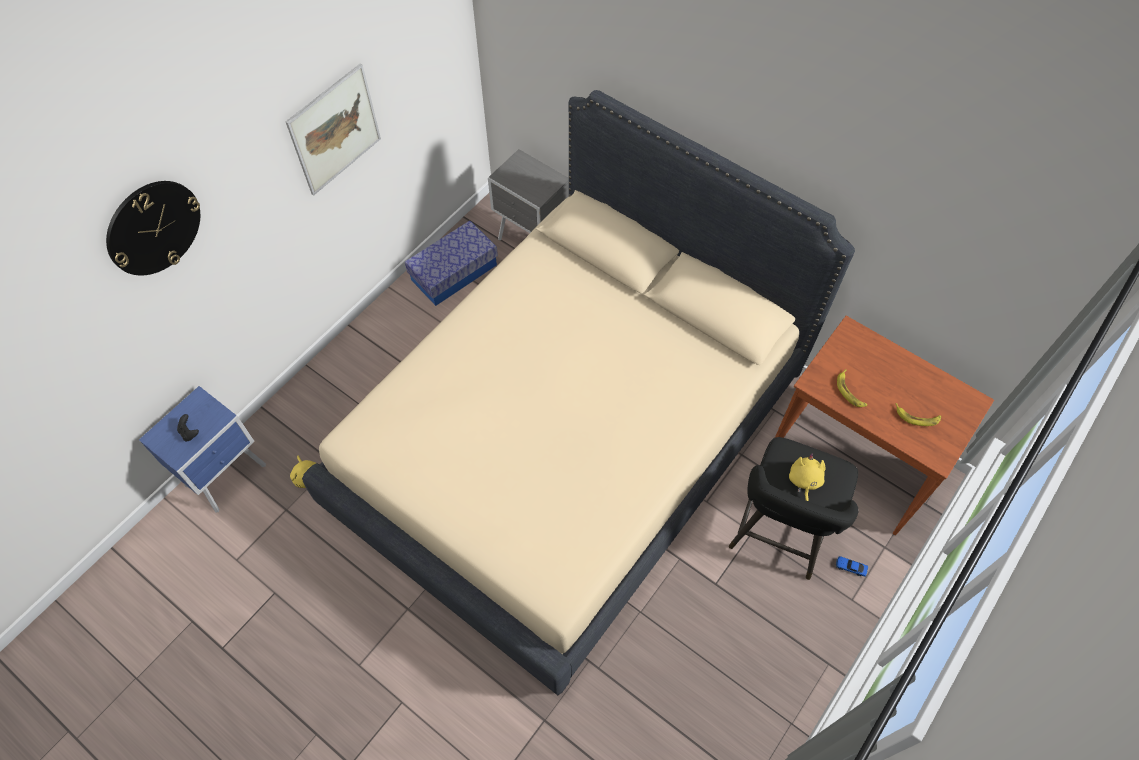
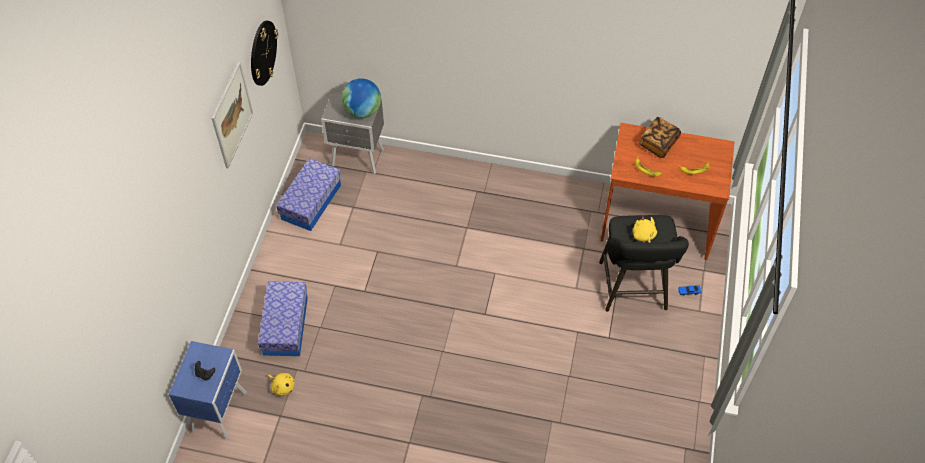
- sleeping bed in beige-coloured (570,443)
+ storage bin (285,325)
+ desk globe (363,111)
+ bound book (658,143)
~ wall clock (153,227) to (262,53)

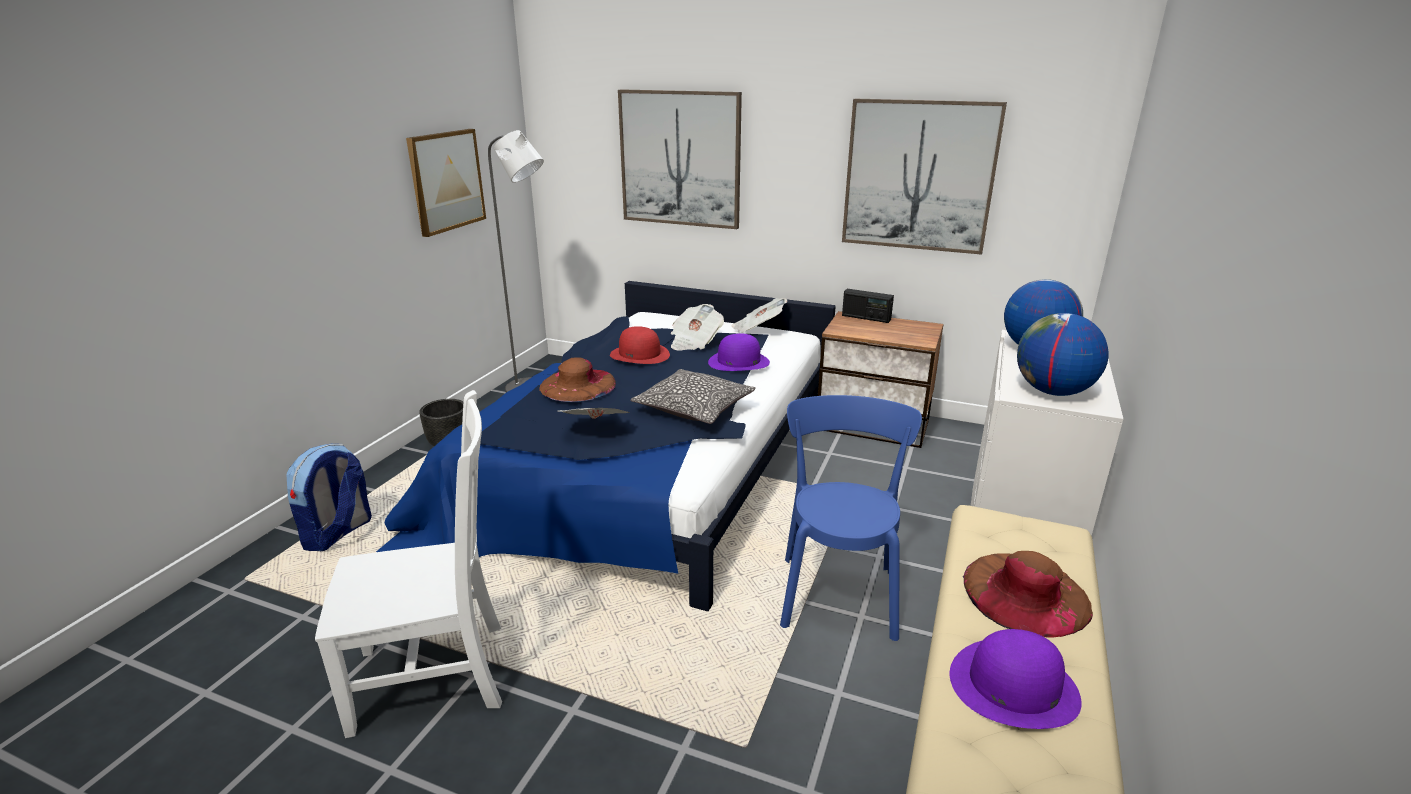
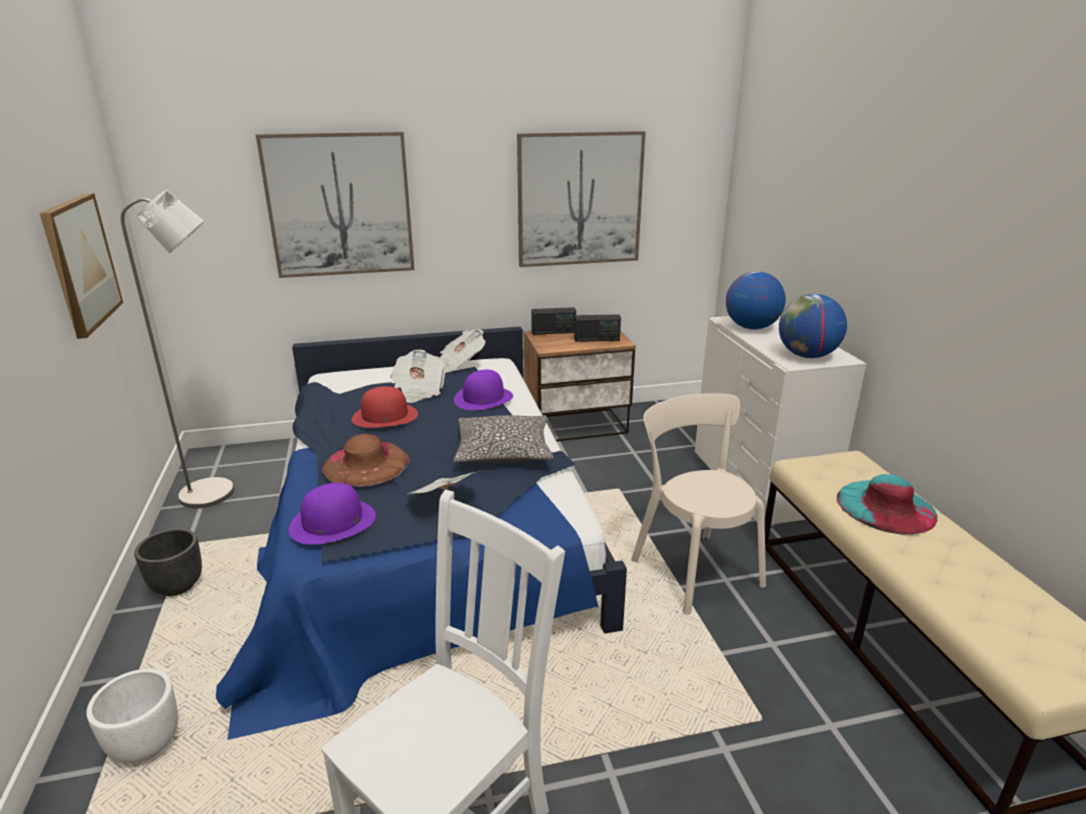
+ radio set (597,339)
~ wearable hat in purple-coloured (1013,685) to (332,522)
~ knapsack (338,534) to flower pot in whitish (146,745)
~ plain chair in blue (838,592) to plain chair in beige-coloured (692,569)
~ wearable hat in brown (1025,593) to wearable hat in turquoise (886,506)

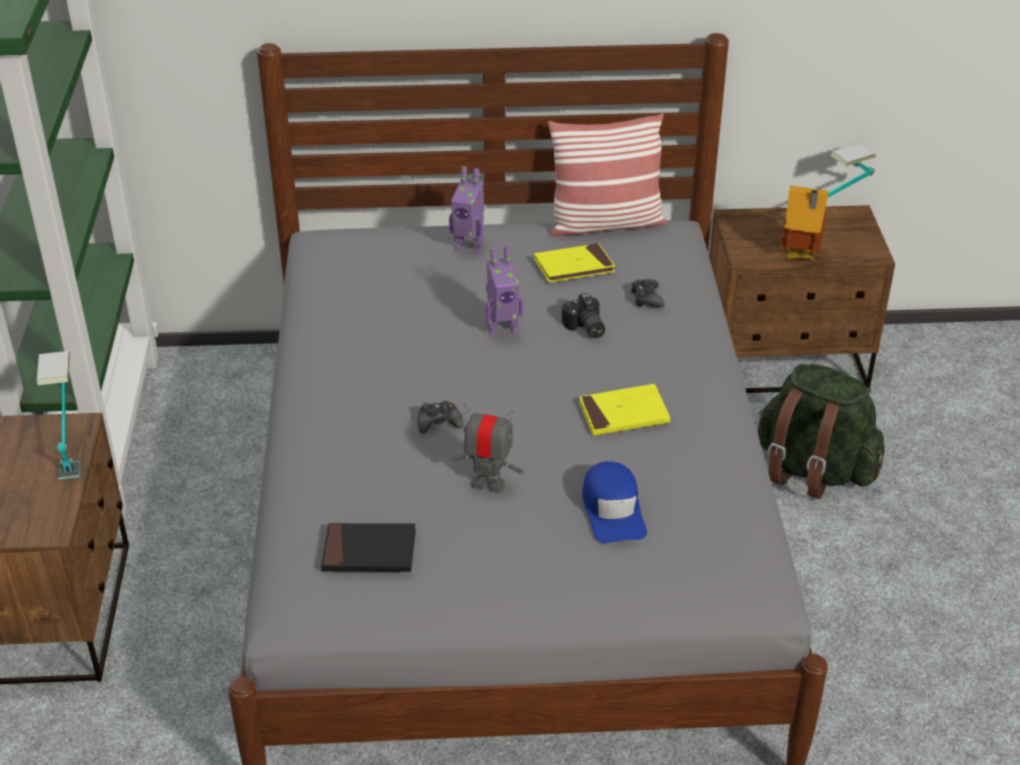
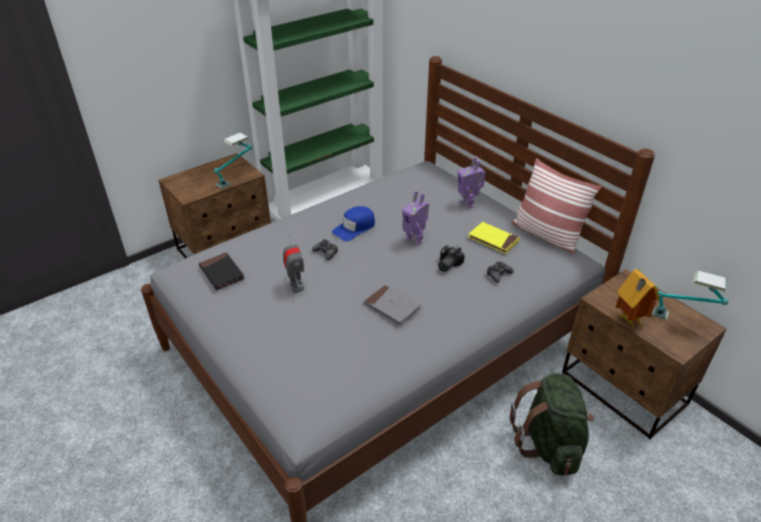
~ peaked cap in blue (613,510) to (354,228)
~ bound book in yellowish (623,414) to bound book in greyish (392,307)

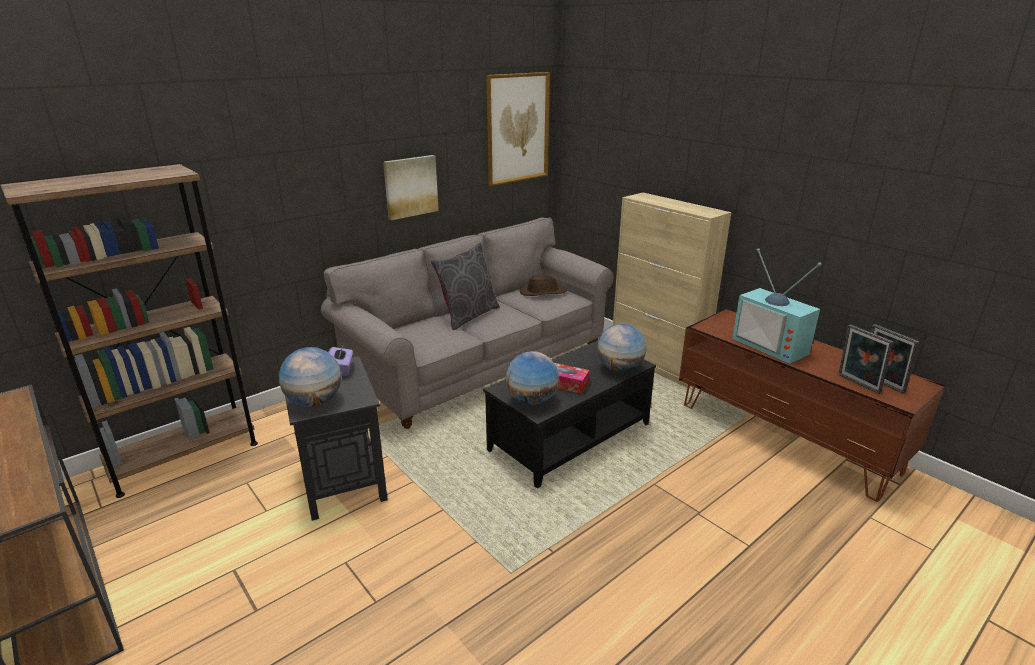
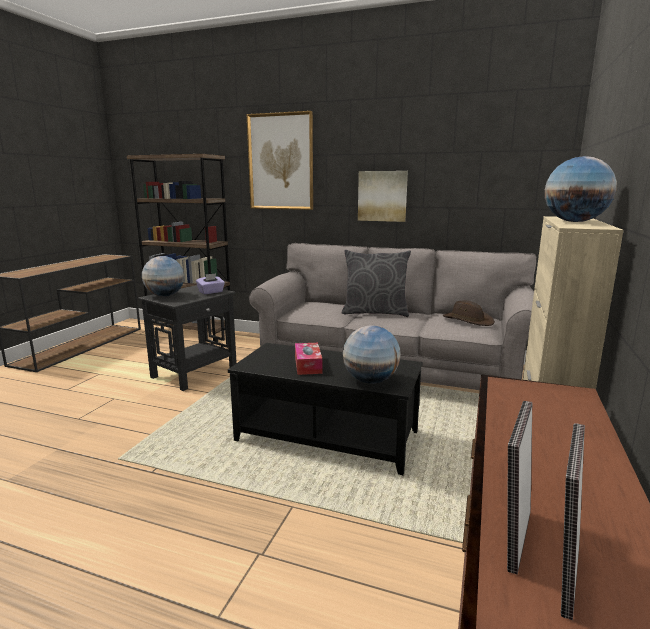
- television (773,346)
~ wall art (517,128) to (281,162)
~ desk globe (531,400) to (574,222)

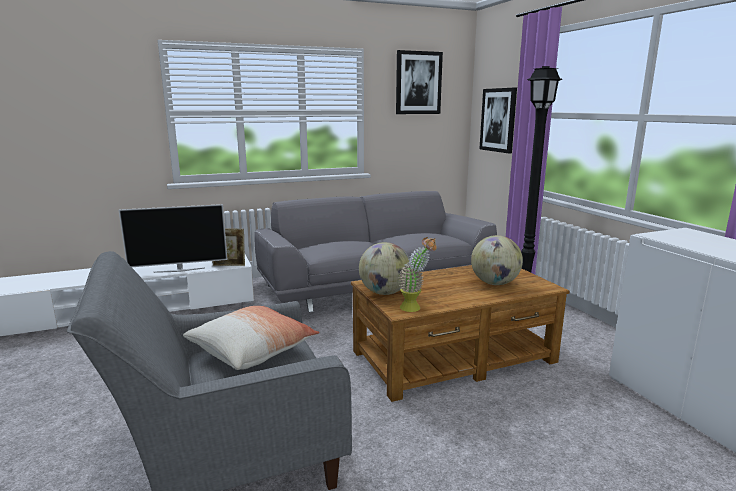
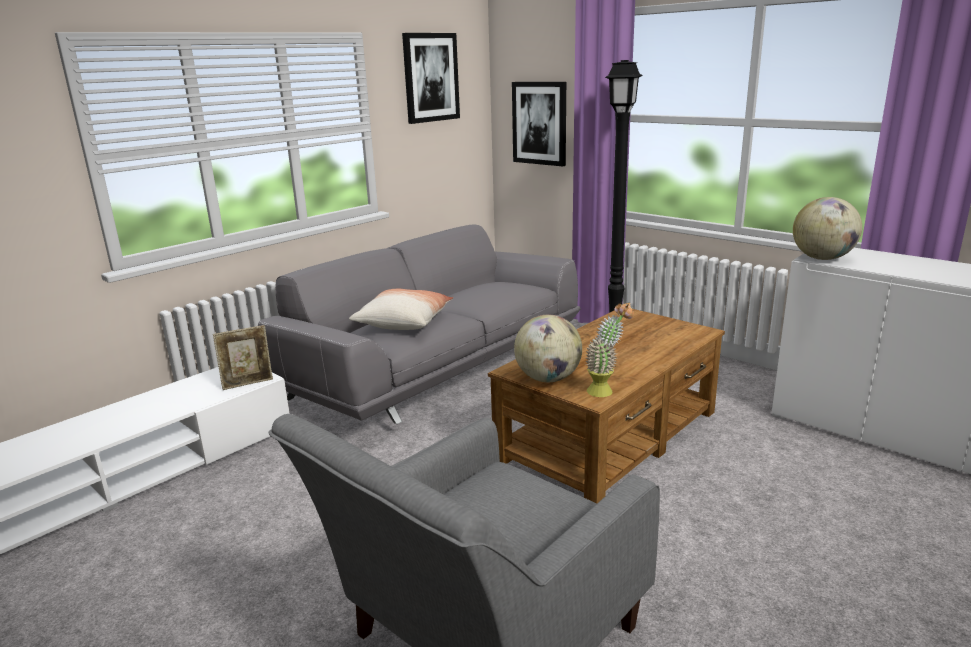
- television (179,270)
~ pillow (253,350) to (404,322)
~ desk globe (495,283) to (822,258)

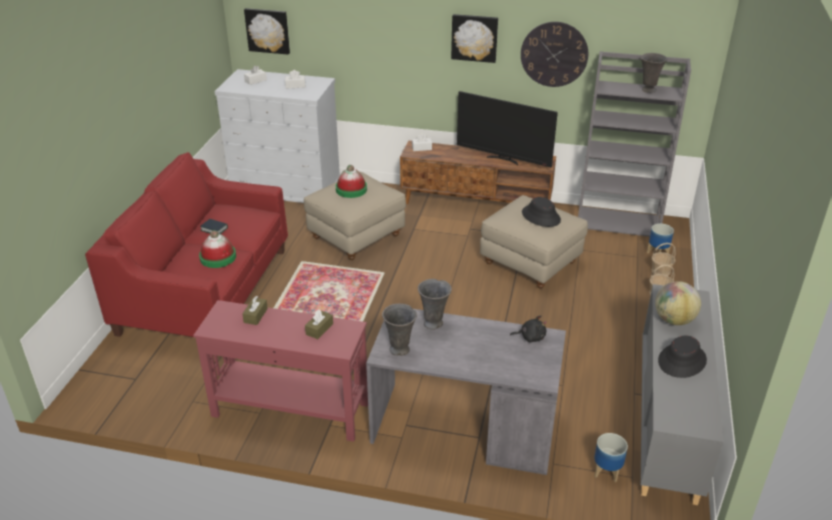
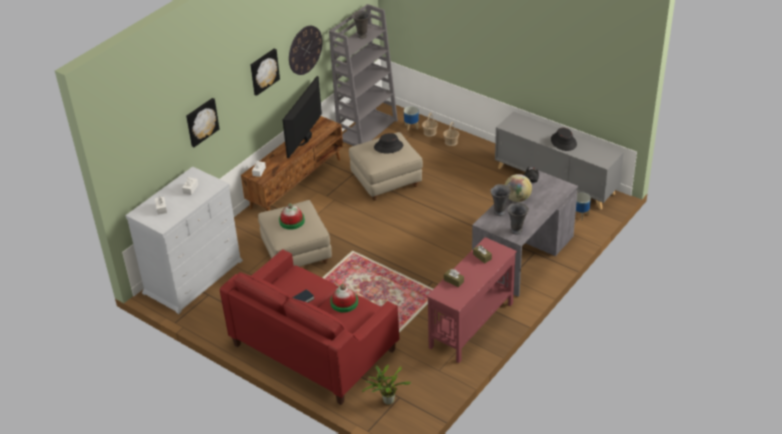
+ houseplant (386,401)
~ wall art (268,30) to (201,122)
~ desk globe (674,320) to (517,198)
~ television (503,159) = (306,139) 150 degrees clockwise

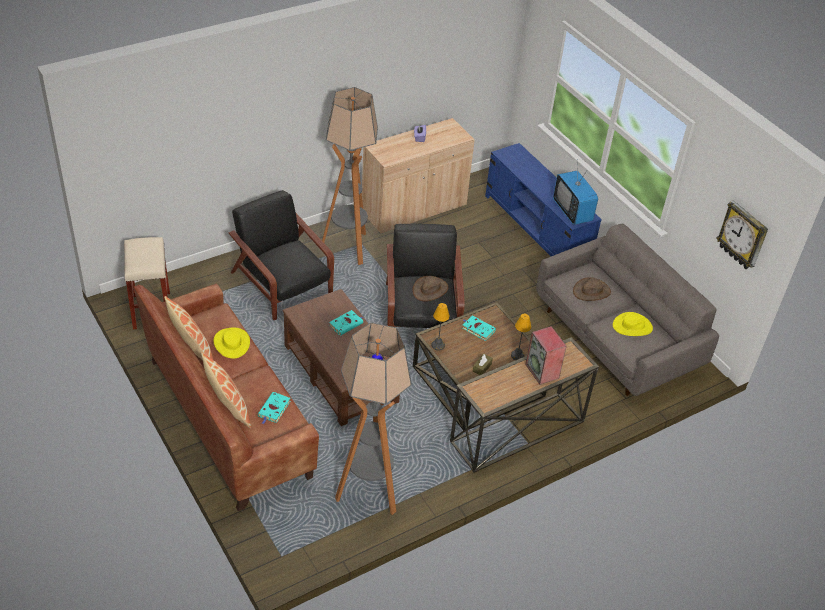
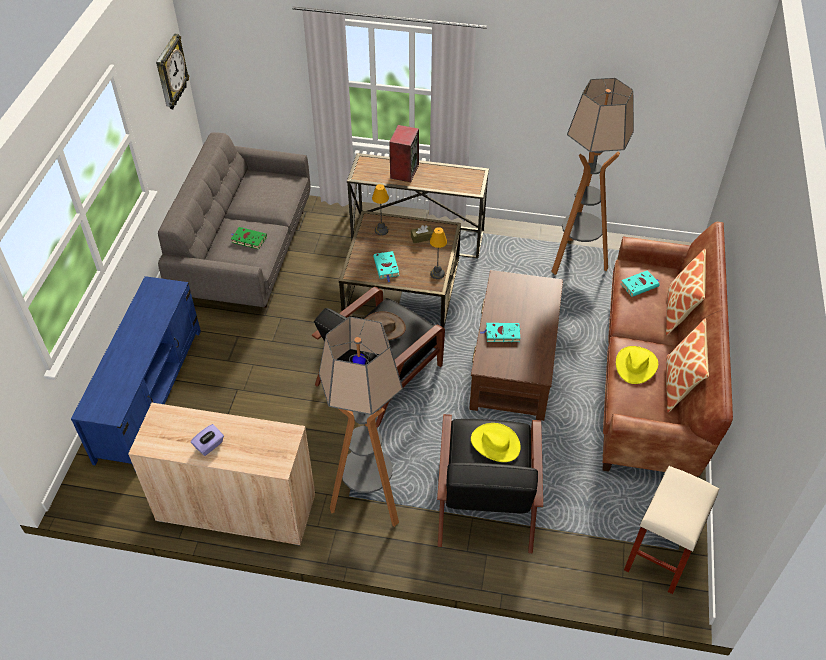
- television (572,212)
~ wearable hat in yellowish (632,326) to (495,443)
~ wearable hat in brown (591,291) to bound book in green-coloured (248,239)

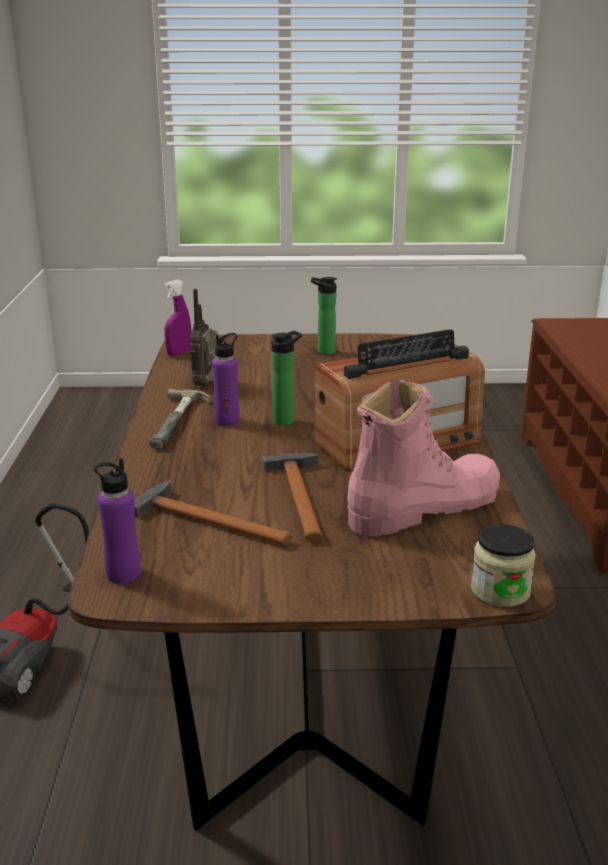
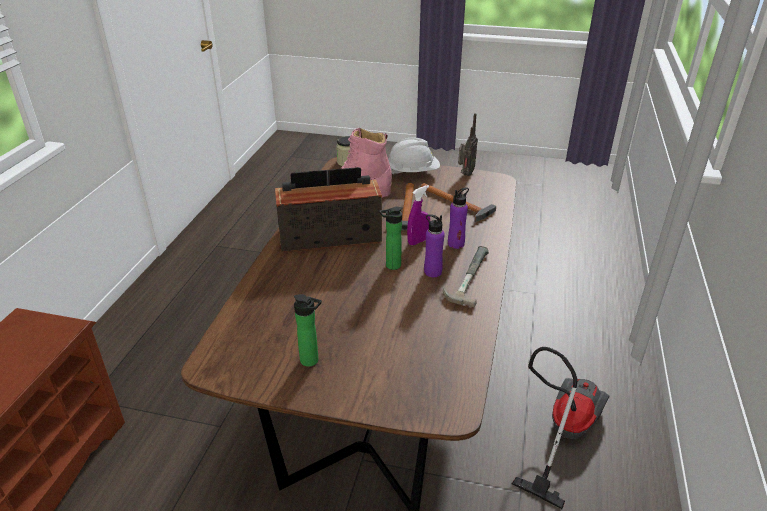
+ hard hat in whitish (412,173)
~ bottle in purple-coloured (123,574) to (456,244)
~ sprayer in purple-coloured (179,353) to (418,241)
~ radio set (207,384) to (465,174)

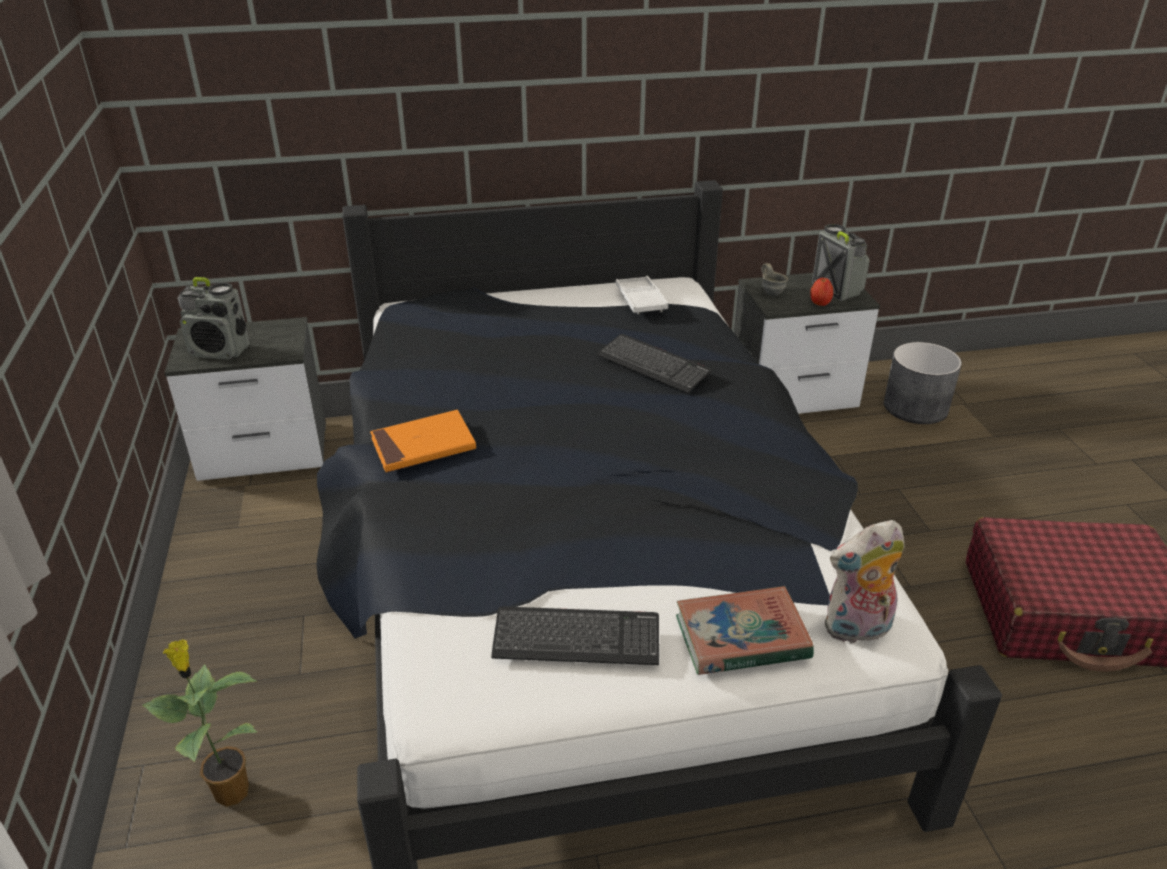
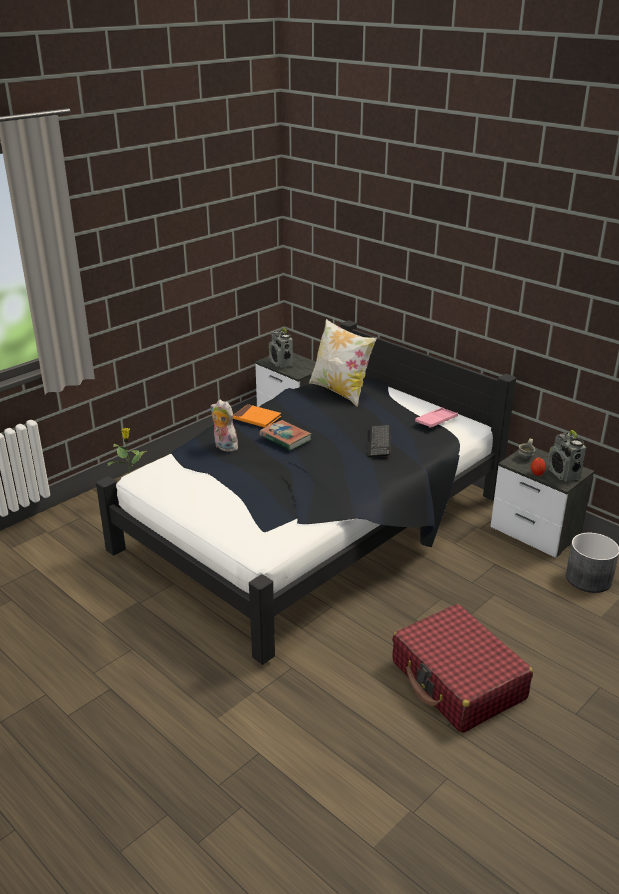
- keyboard (576,639)
+ pillow (340,391)
~ bound book (741,637) to (285,438)
~ plush toy (857,630) to (224,447)
~ carrying tray in whitish (640,300) to carrying tray in pink-coloured (436,421)
~ radio set (836,289) = (563,474) 135 degrees clockwise

